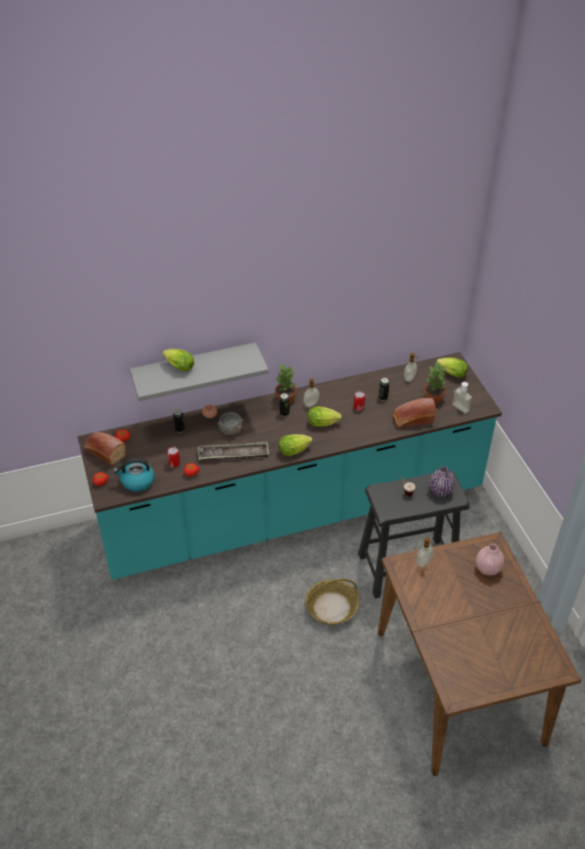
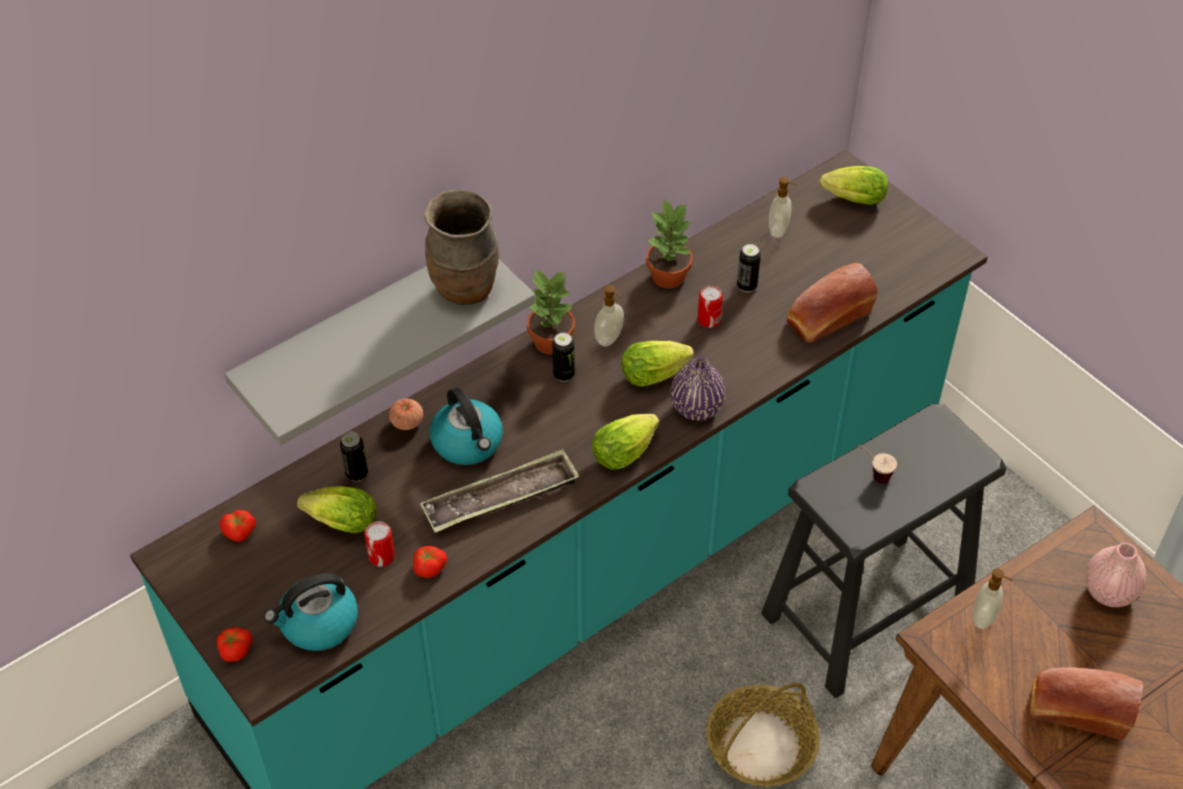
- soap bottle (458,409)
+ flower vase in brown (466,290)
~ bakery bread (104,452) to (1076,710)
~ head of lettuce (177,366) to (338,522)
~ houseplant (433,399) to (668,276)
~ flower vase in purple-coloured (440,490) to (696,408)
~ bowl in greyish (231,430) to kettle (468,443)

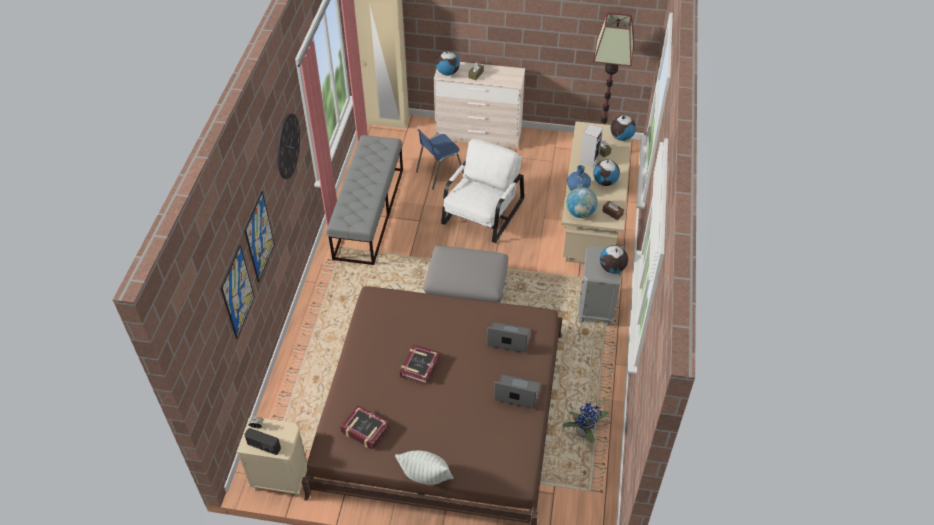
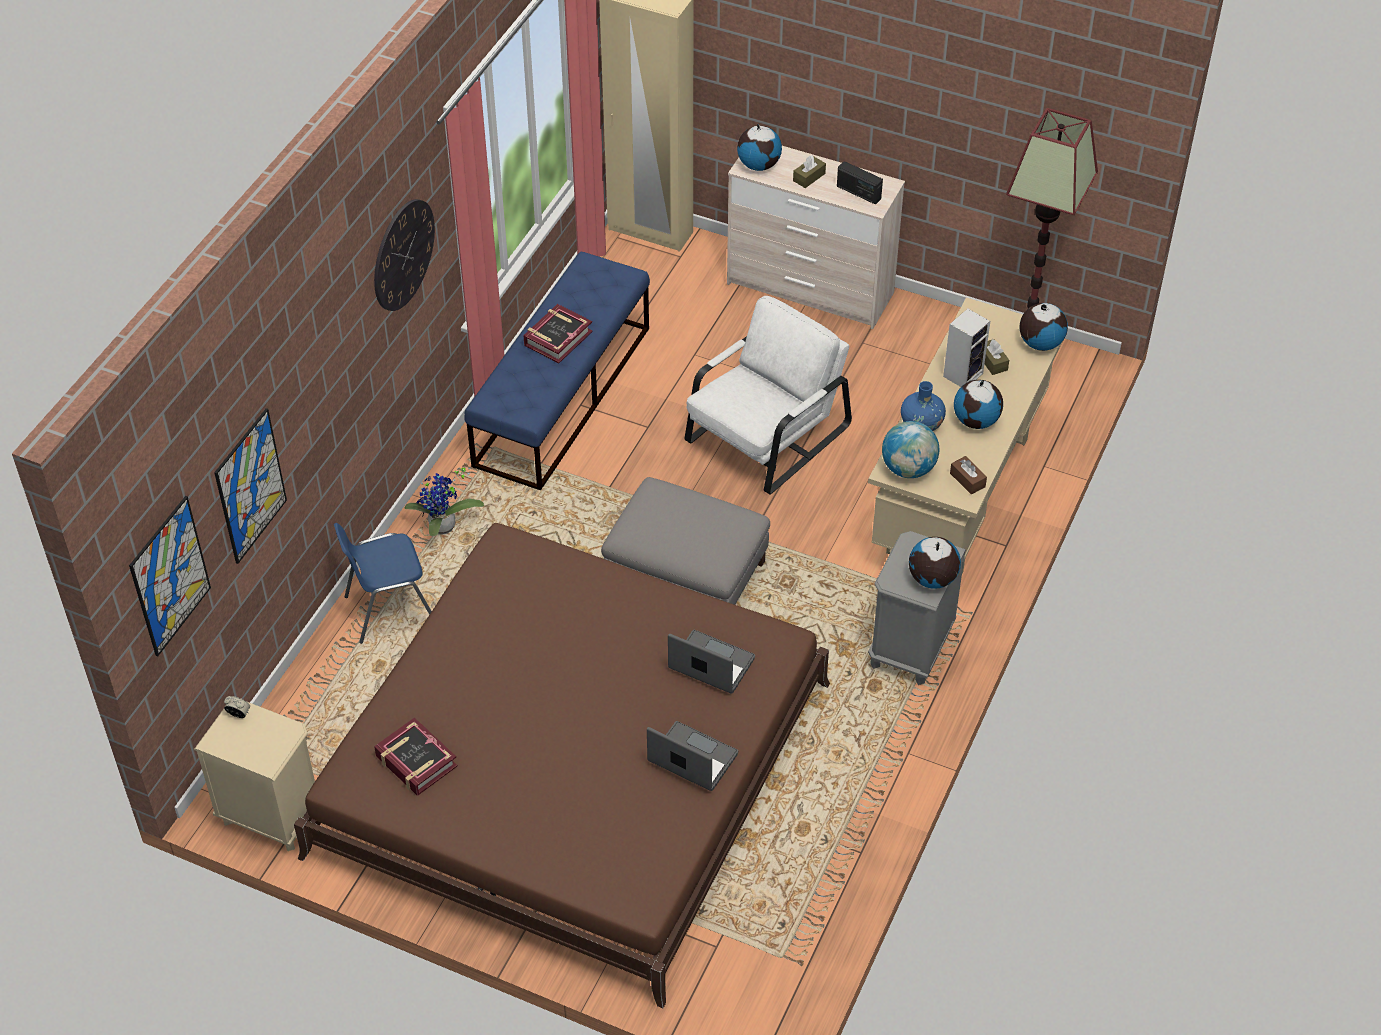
- pillow (425,478)
~ wall art (259,237) to (170,576)
~ radio set (264,446) to (858,192)
~ bound book (419,367) to (557,338)
~ plain chair in blue (439,173) to (389,609)
~ houseplant (585,432) to (443,529)
~ long seat in greyish (369,212) to long seat in blue (563,395)

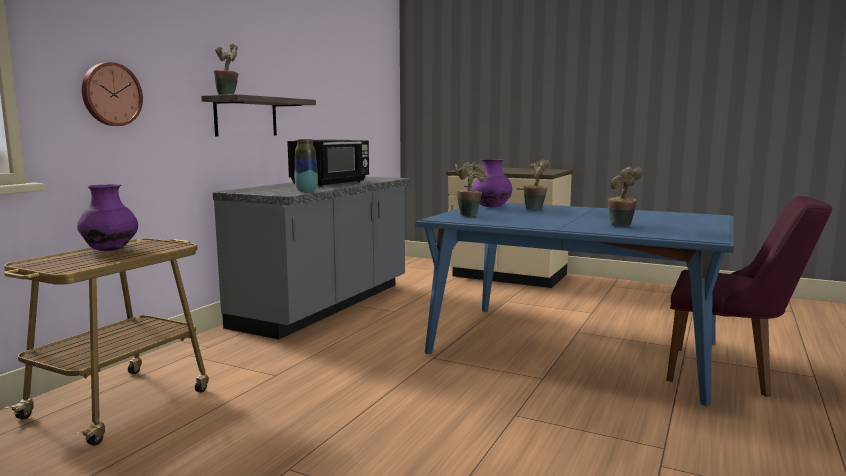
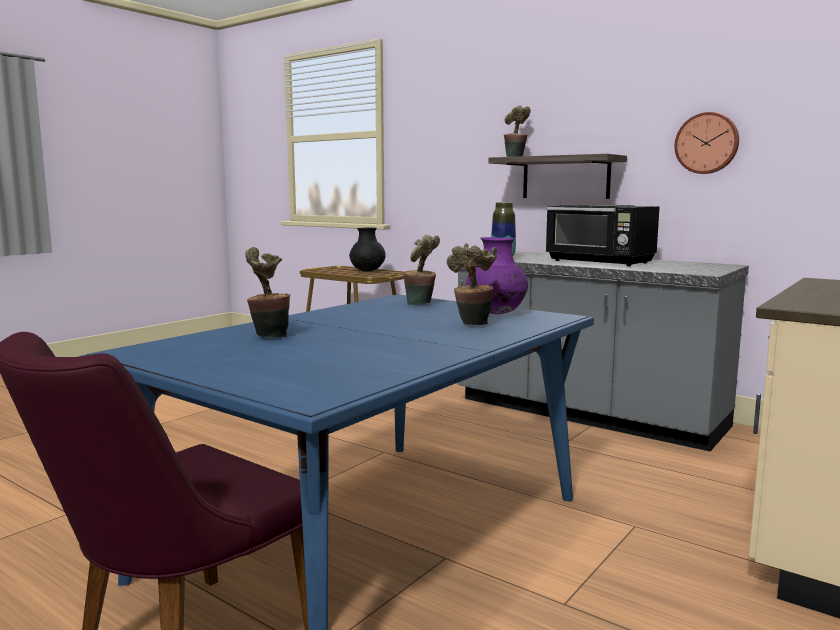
~ wall clock (111,94) to (707,143)
~ flower vase in purple-coloured (110,250) to flower vase in black (367,271)

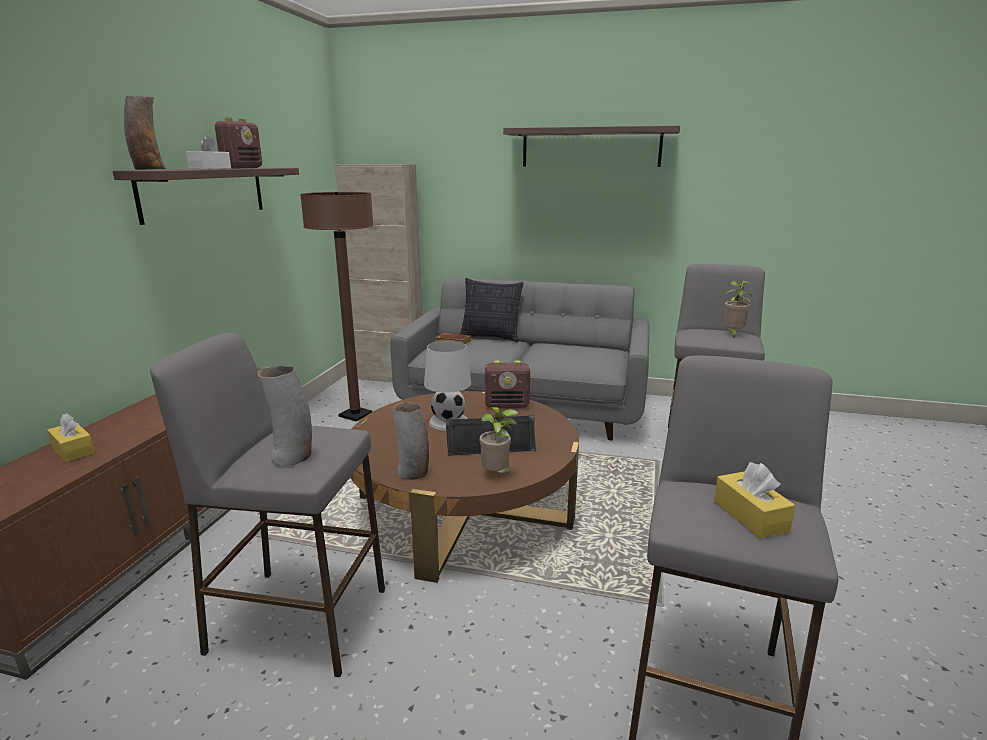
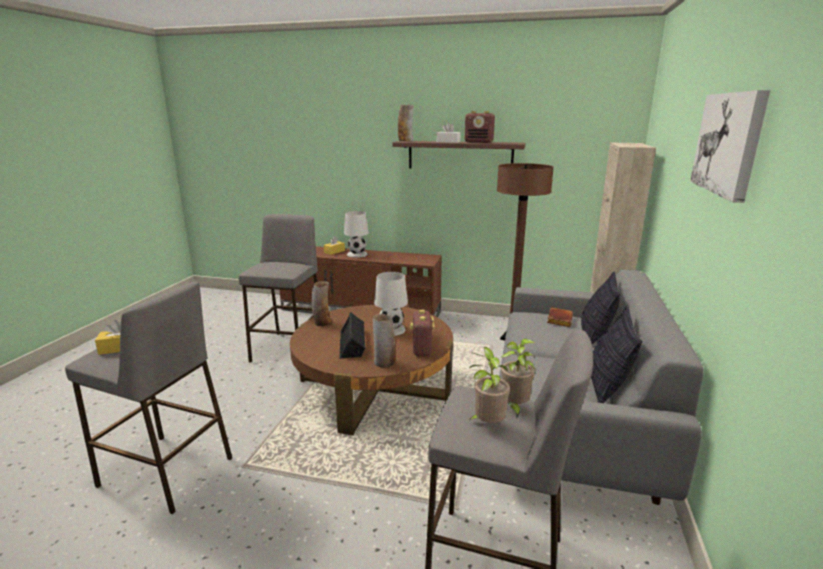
+ lamp for a table in whitish (356,254)
+ pillow (606,389)
~ flower vase (292,456) to (384,363)
~ houseplant (497,475) to (514,407)
~ wall shelf (591,147) to wall art (729,143)

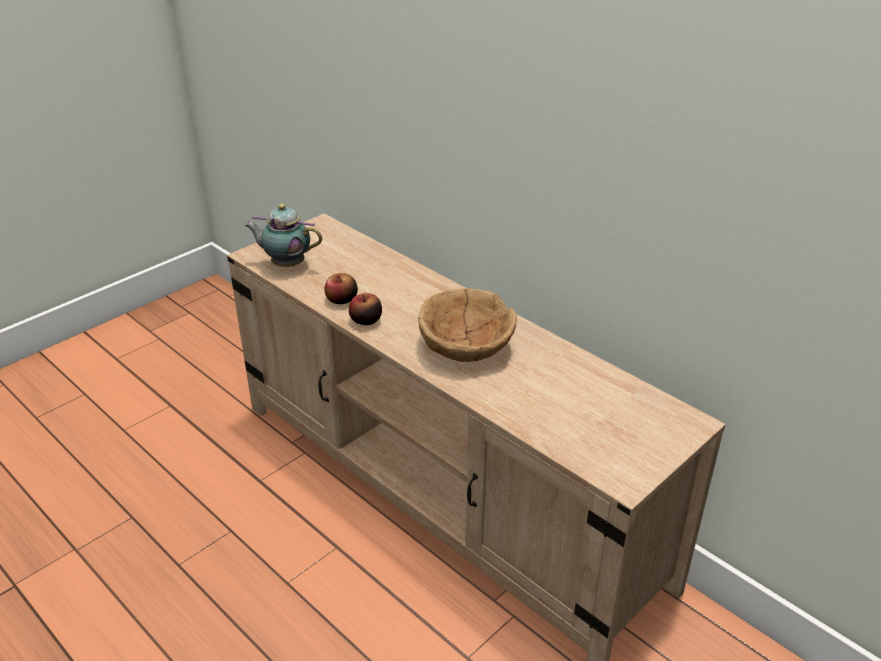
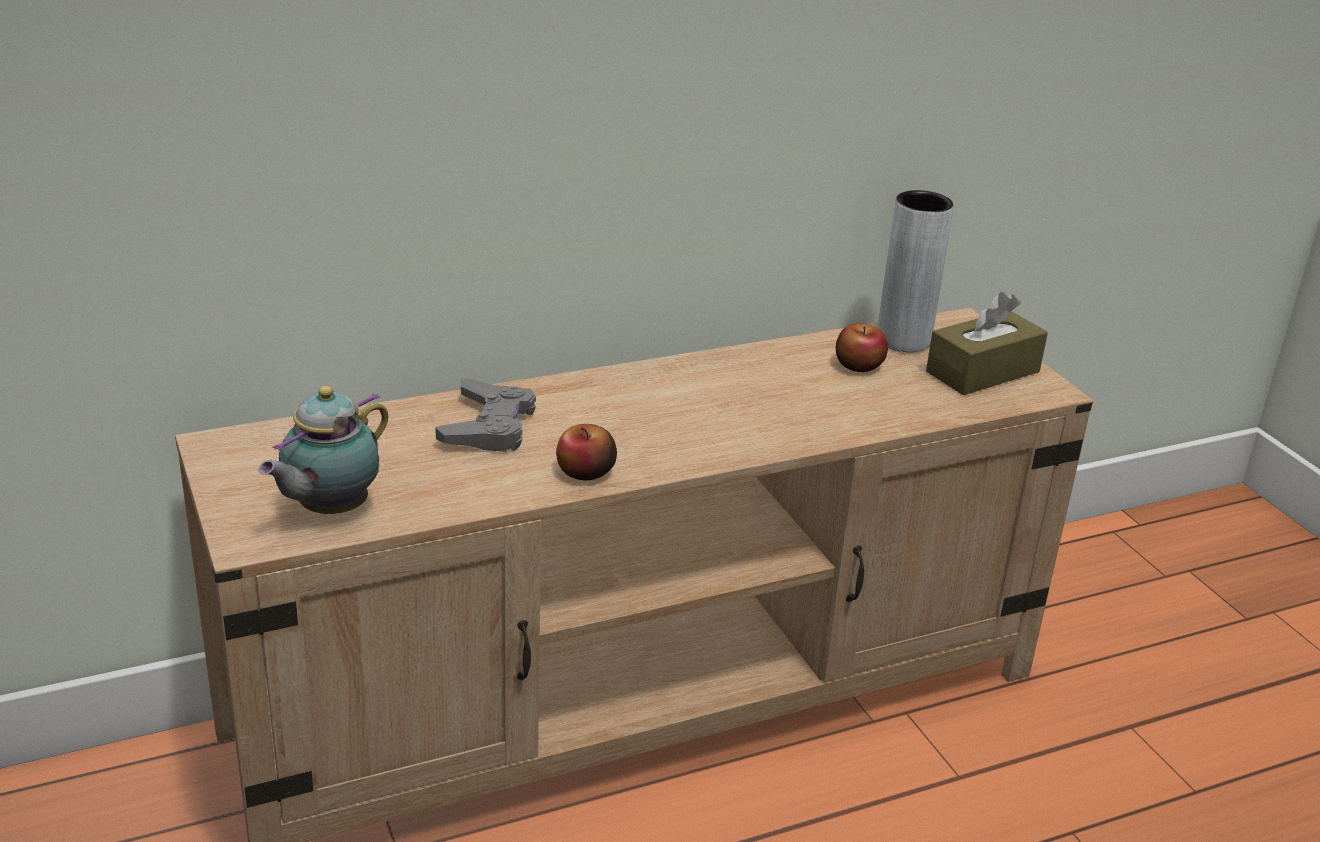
- bowl in brown (466,345)
+ joypad in greyish (489,426)
+ flower vase in greyish (903,340)
+ tissue holder in brown (982,372)
~ apple (341,299) to (859,365)

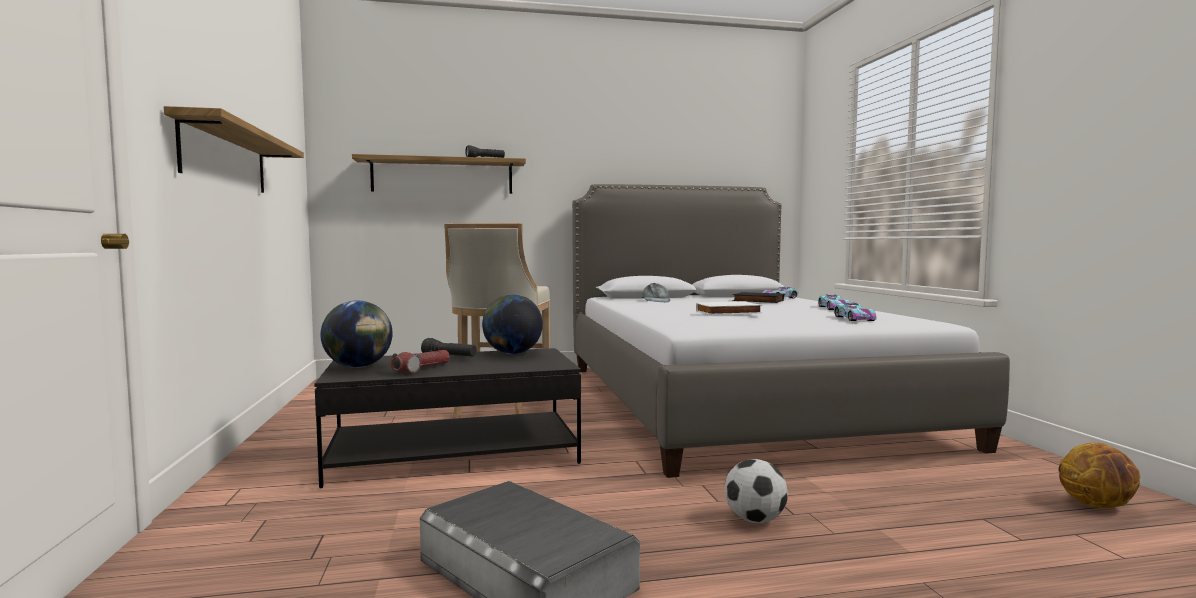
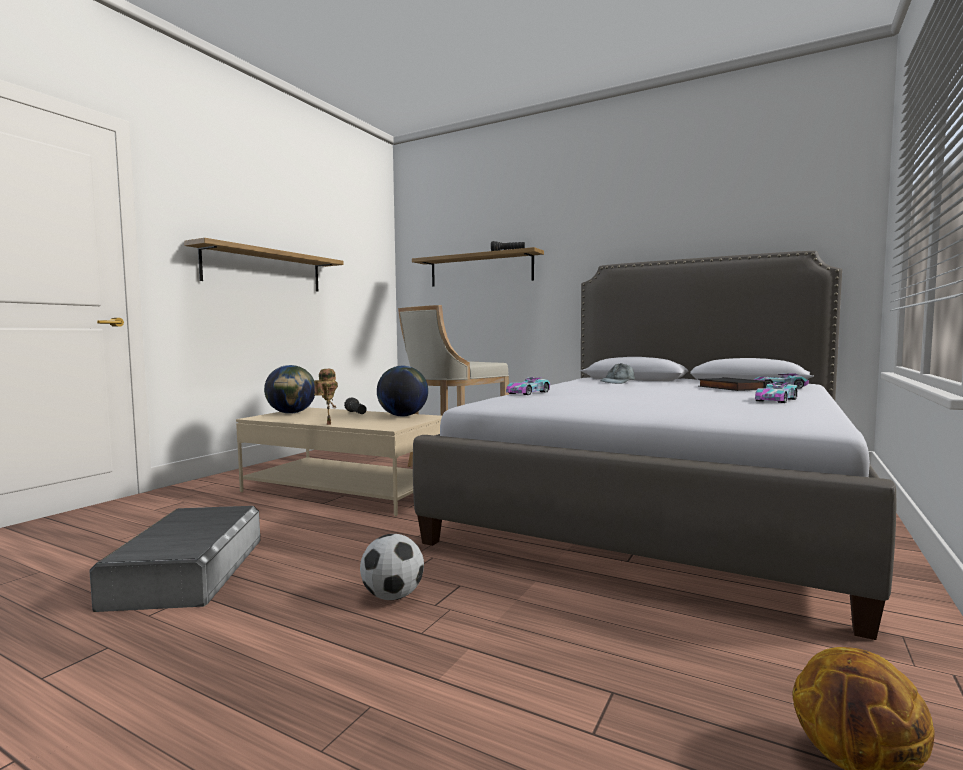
- flashlight (421,369)
- bound book in whitish (728,312)
+ toy robot (327,423)
~ model car (854,318) to (528,392)
~ coffee table in black (454,453) to coffee table in beige-coloured (346,490)

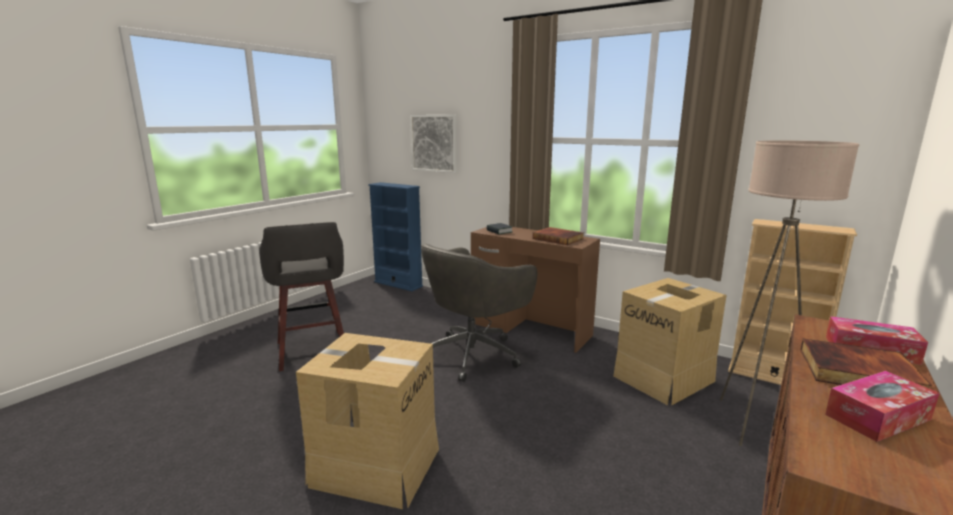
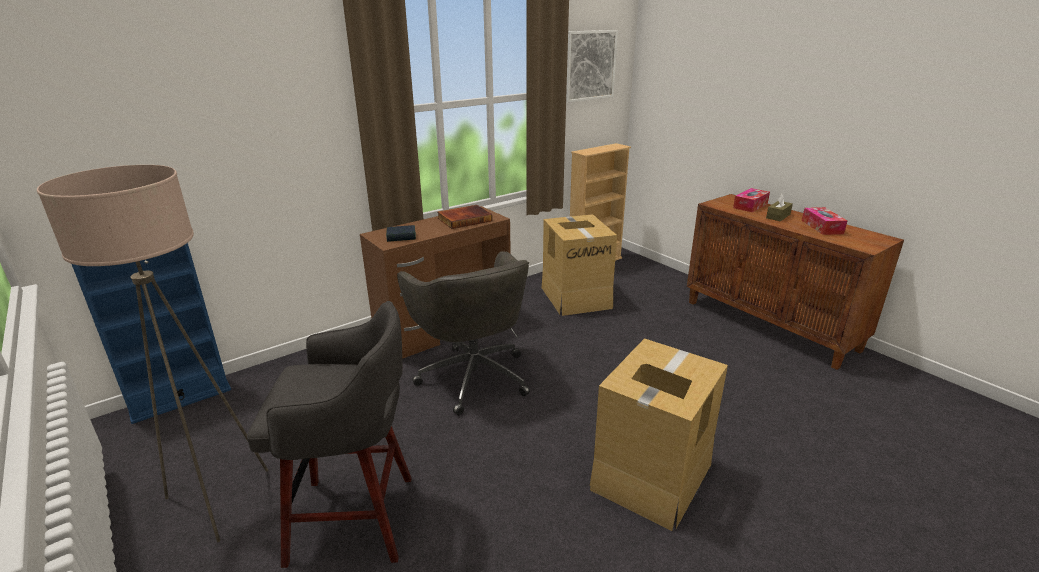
~ wall art (434,143) to (589,65)
~ standard lamp in beige-coloured (753,424) to (218,501)
~ bound book (857,373) to tissue holder in brown (778,216)

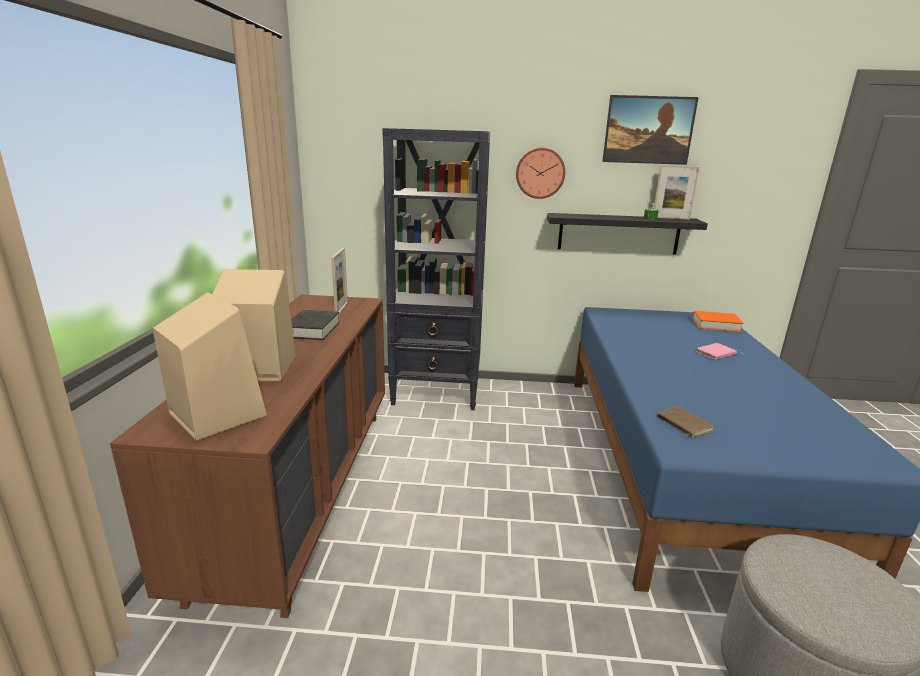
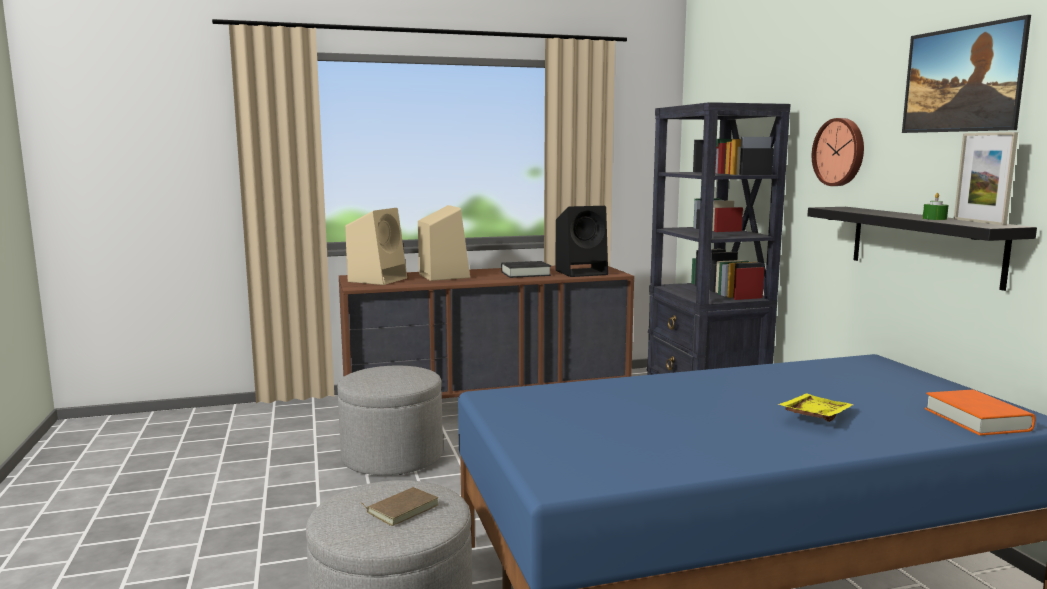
+ ottoman in greyish (392,457)
~ bound book in brown (683,424) to (401,509)
~ picture frame (341,309) to audio speaker in black (582,272)
~ bound book in pink-coloured (716,354) to carrying tray in yellowish (813,416)

